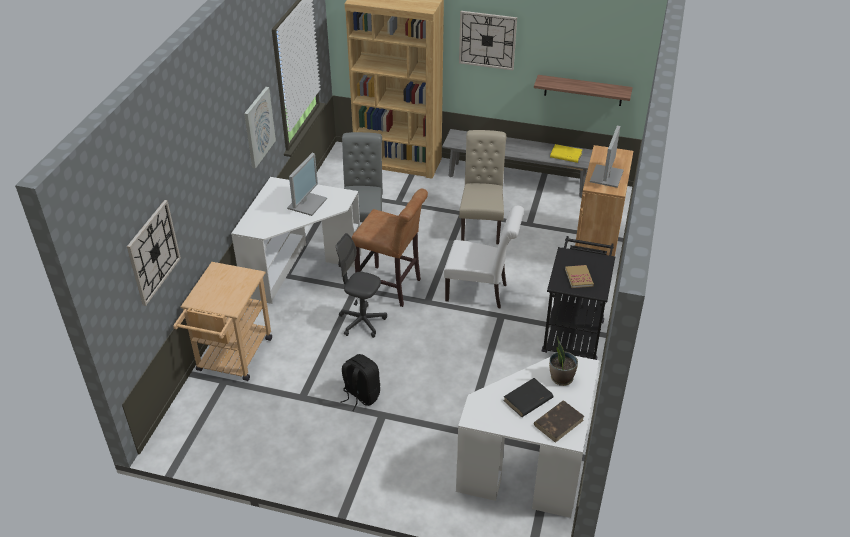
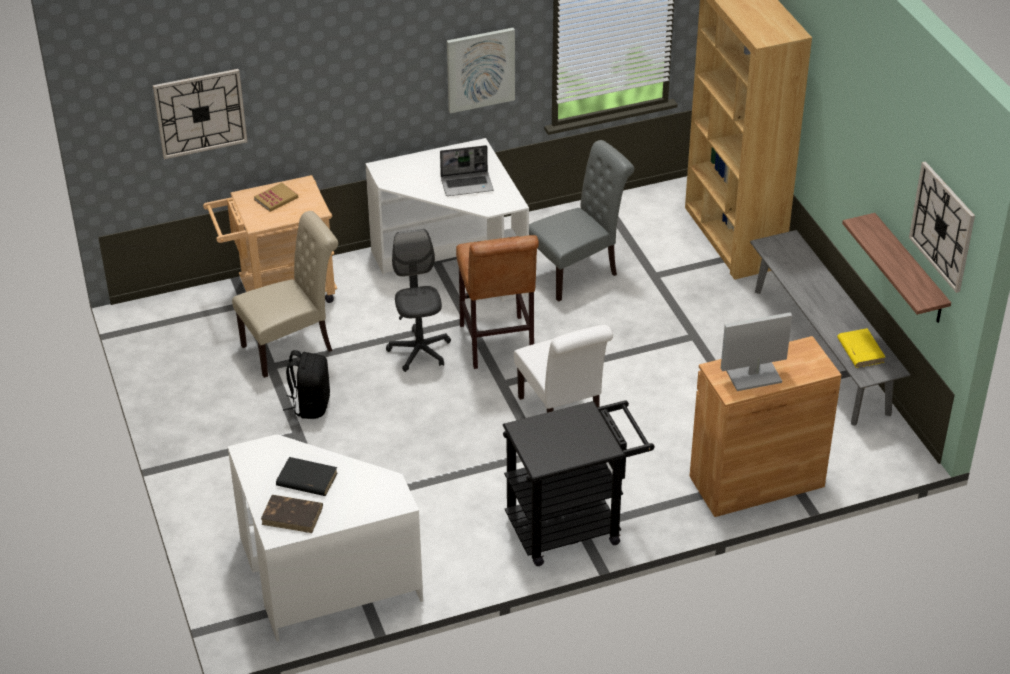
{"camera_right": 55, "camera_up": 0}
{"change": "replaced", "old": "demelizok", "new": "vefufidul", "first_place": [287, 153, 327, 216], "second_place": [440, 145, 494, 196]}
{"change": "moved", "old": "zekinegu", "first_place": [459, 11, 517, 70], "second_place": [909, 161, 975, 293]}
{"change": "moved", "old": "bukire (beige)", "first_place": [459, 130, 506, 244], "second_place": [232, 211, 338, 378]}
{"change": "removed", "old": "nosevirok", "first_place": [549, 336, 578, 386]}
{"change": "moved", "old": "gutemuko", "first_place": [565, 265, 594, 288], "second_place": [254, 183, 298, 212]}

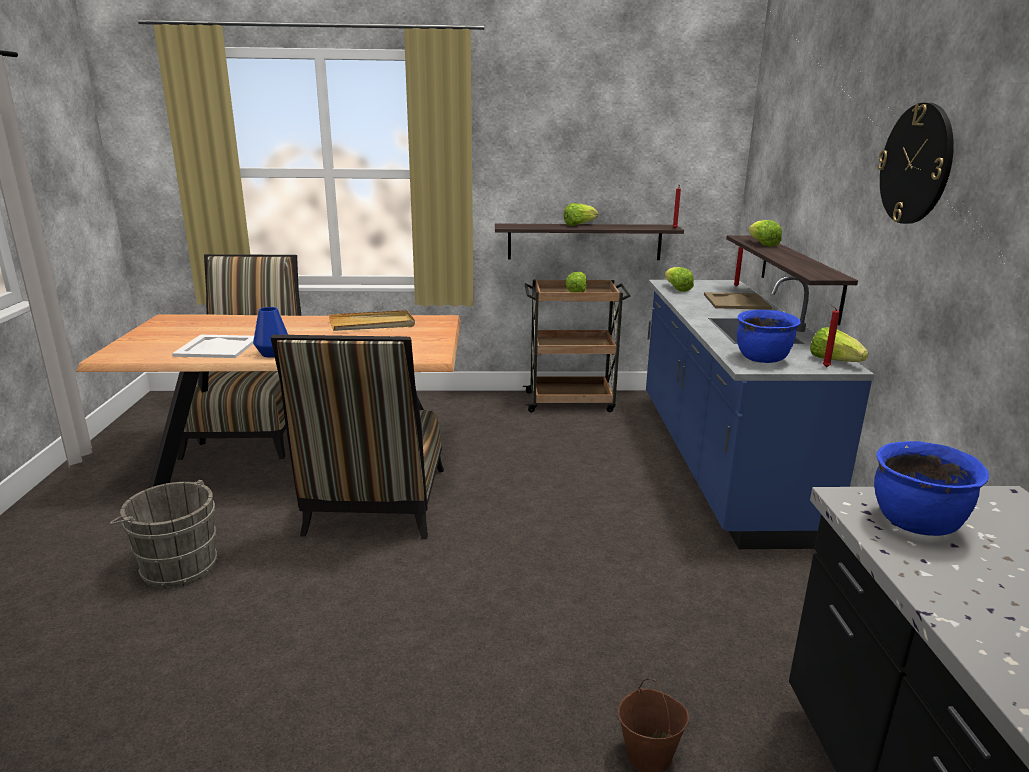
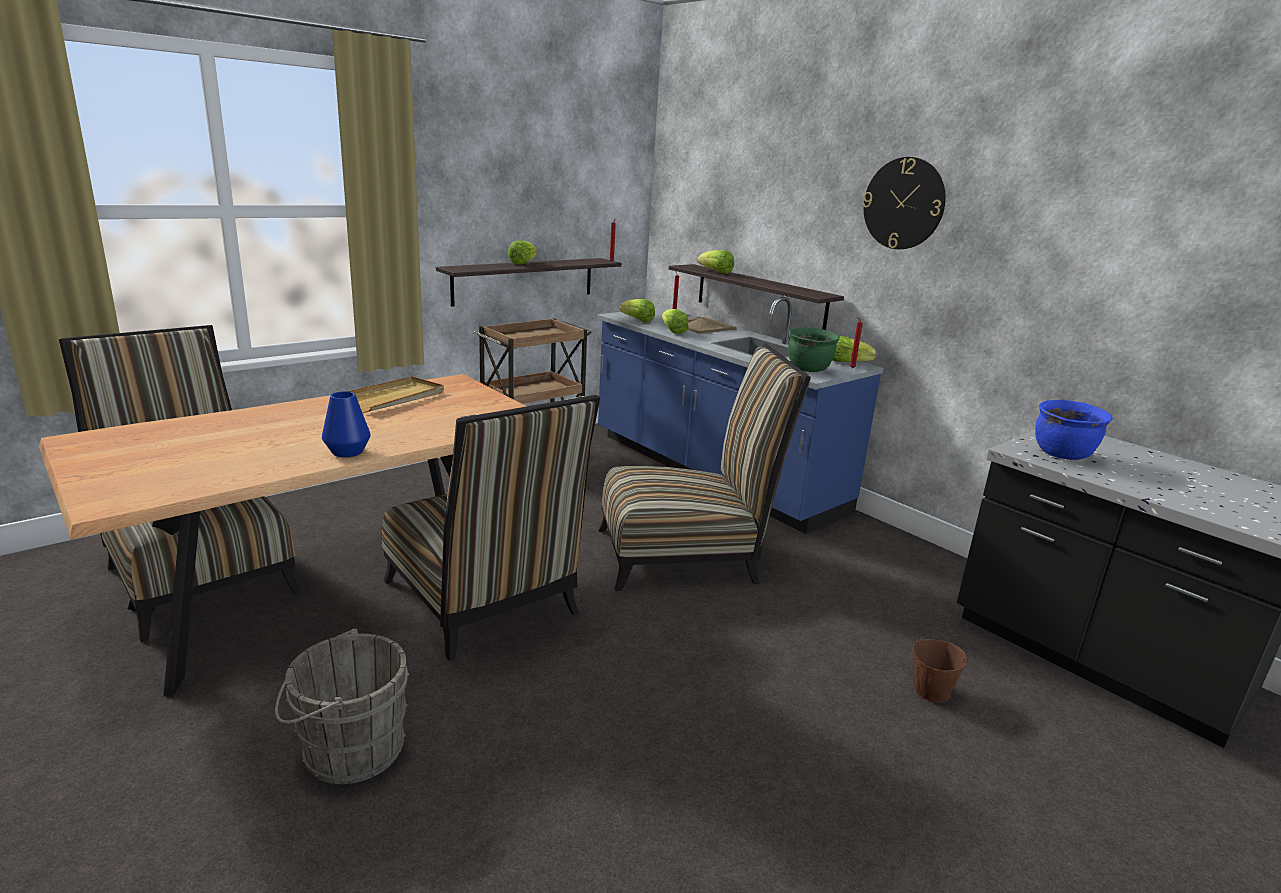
{"camera_right": -40, "camera_up": 0}
{"change": "removed", "old": "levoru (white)", "first_place": [172, 335, 254, 358]}
{"change": "moved", "old": "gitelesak", "first_place": [565, 272, 587, 292], "second_place": [662, 309, 688, 334]}
{"change": "recoloured", "old": "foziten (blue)", "new": "foziten (green)", "first_place": [737, 309, 801, 363], "second_place": [788, 327, 840, 372]}
{"change": "added", "new": "bukire", "second_place": [598, 343, 811, 591]}

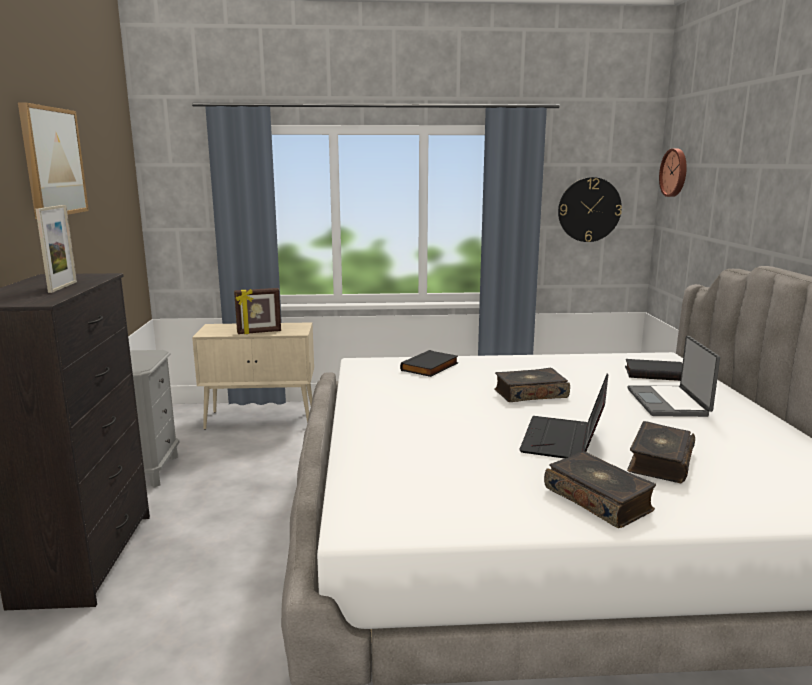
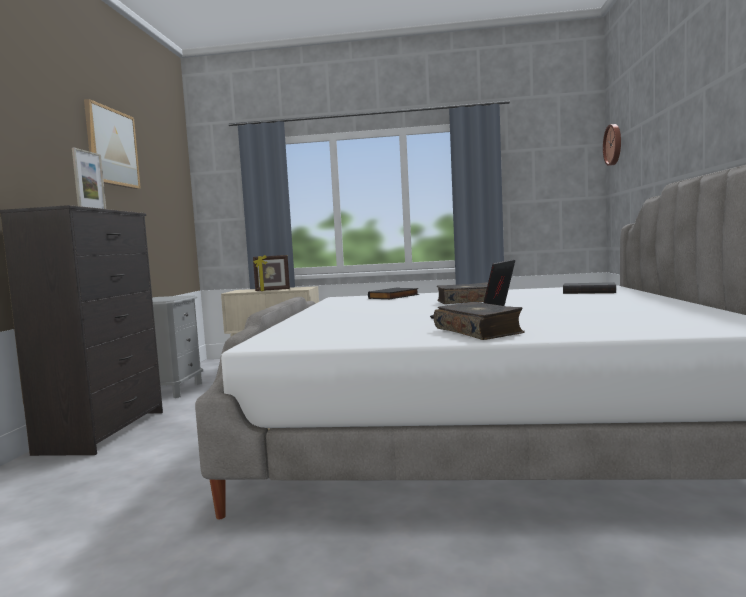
{"camera_right": 10, "camera_up": -10}
{"change": "removed", "old": "zekinegu", "first_place": [558, 177, 622, 242]}
{"change": "removed", "old": "vefufidul", "first_place": [627, 336, 720, 417]}
{"change": "removed", "old": "gutemuko", "first_place": [627, 421, 695, 483]}

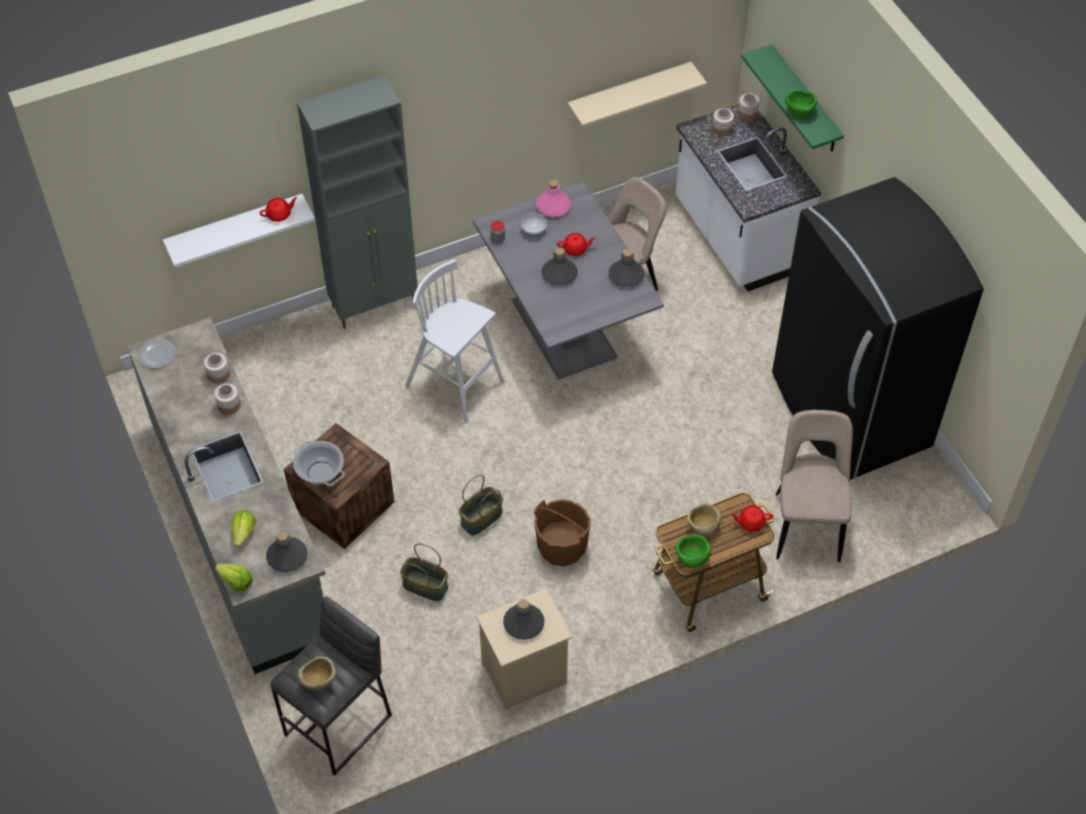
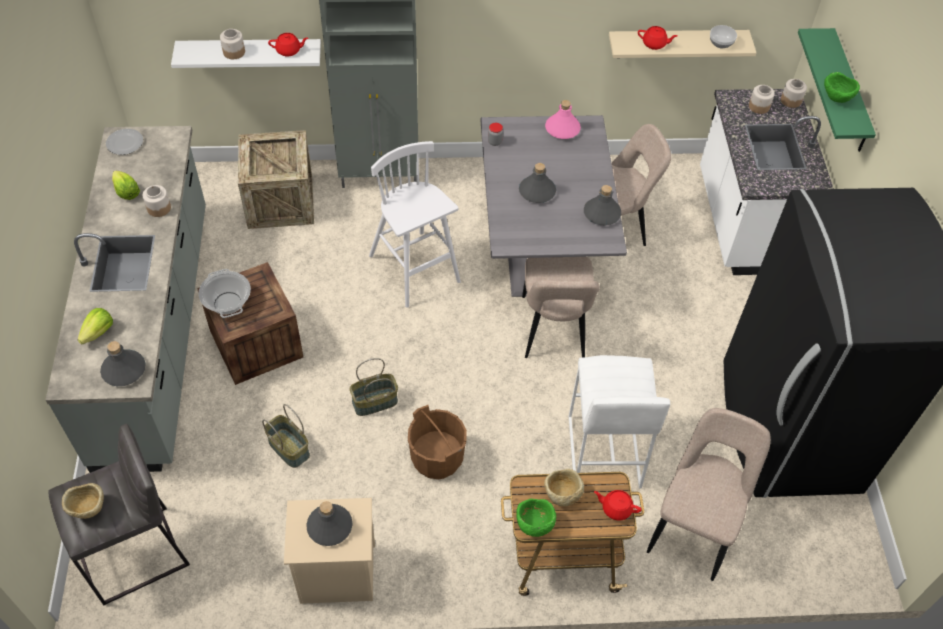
{"camera_right": 20, "camera_up": 0}
{"change": "moved", "old": "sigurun", "first_place": [204, 353, 230, 384], "second_place": [220, 29, 245, 59]}
{"change": "moved", "old": "gitelesak", "first_place": [215, 564, 253, 591], "second_place": [112, 170, 140, 200]}
{"change": "moved", "old": "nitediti", "first_place": [521, 213, 547, 237], "second_place": [710, 25, 737, 48]}
{"change": "moved", "old": "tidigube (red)", "first_place": [557, 233, 596, 256], "second_place": [638, 26, 677, 50]}
{"change": "added", "new": "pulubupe", "second_place": [238, 130, 314, 229]}
{"change": "added", "new": "bukire (beige)", "second_place": [522, 257, 600, 358]}
{"change": "added", "new": "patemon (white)", "second_place": [569, 355, 670, 489]}

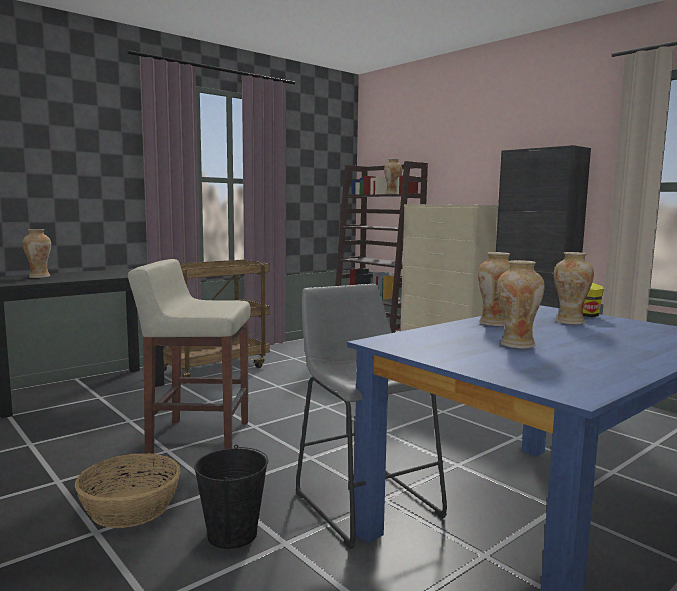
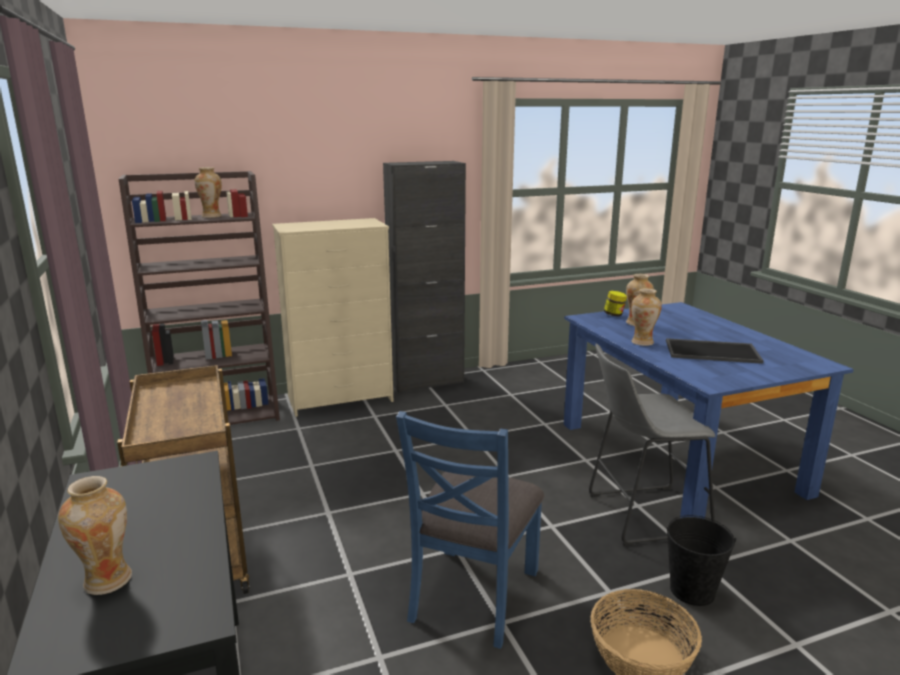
{"camera_right": -70, "camera_up": 10}
{"change": "replaced", "old": "patemon (beige)", "new": "bukire (blue)", "first_place": [128, 259, 250, 454], "second_place": [396, 411, 544, 649]}
{"change": "replaced", "old": "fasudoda", "new": "levoru", "first_place": [497, 260, 544, 349], "second_place": [666, 338, 764, 364]}

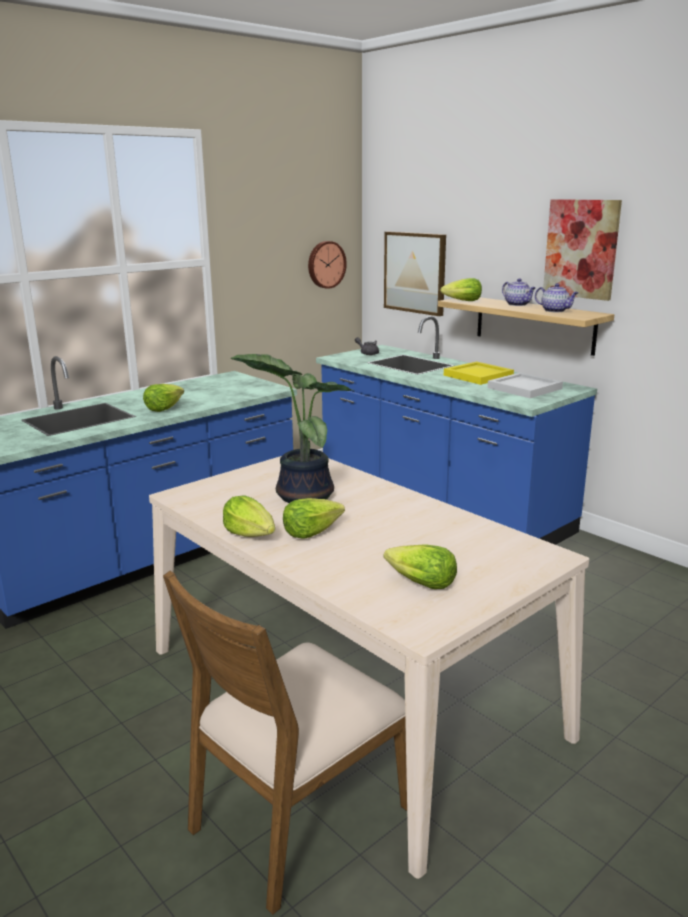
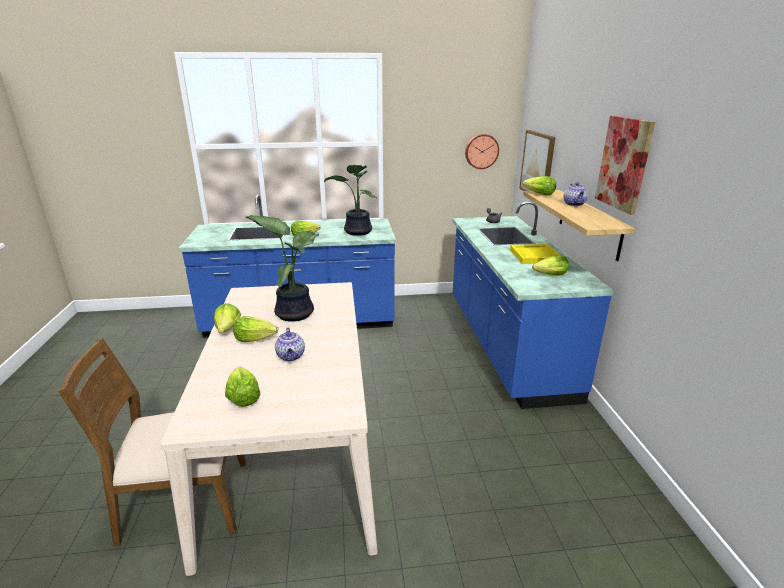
{"camera_right": 35, "camera_up": 5}
{"change": "replaced", "old": "levoru (white)", "new": "gitelesak", "first_place": [487, 373, 563, 398], "second_place": [532, 255, 569, 275]}
{"change": "moved", "old": "tidigube", "first_place": [535, 283, 578, 312], "second_place": [275, 327, 305, 361]}
{"change": "added", "new": "nosevirok", "second_place": [324, 165, 378, 236]}

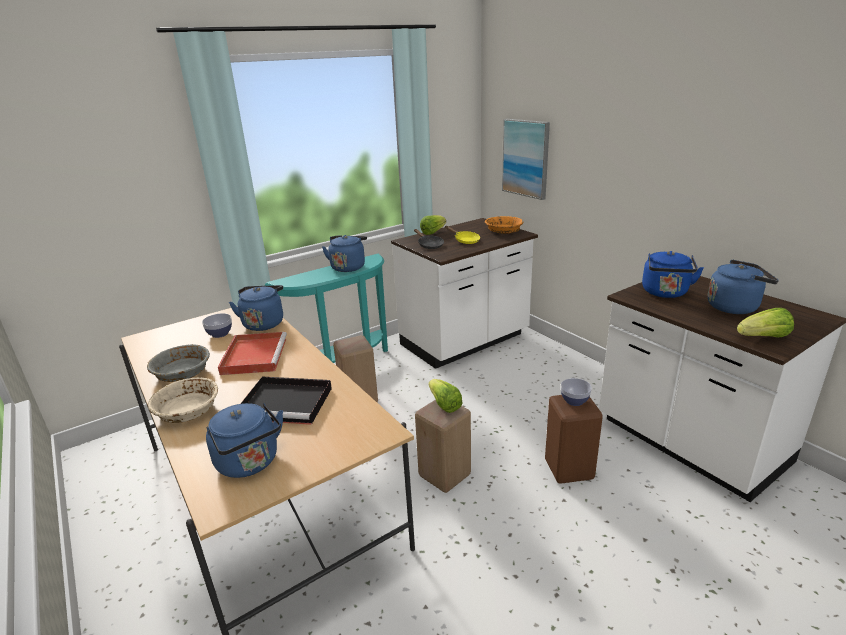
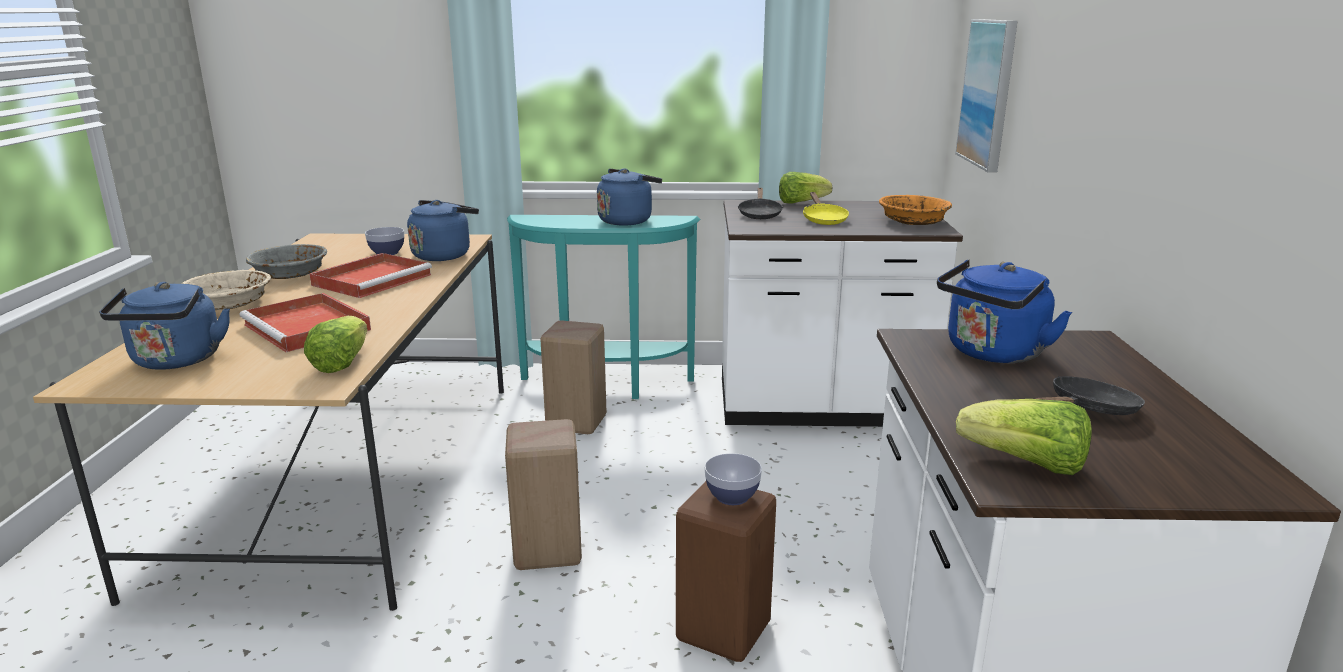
{"camera_right": 35, "camera_up": -5}
{"change": "recoloured", "old": "levoru (black)", "new": "levoru (red)", "first_place": [240, 376, 332, 425], "second_place": [239, 293, 371, 352]}
{"change": "moved", "old": "gitelesak", "first_place": [429, 379, 463, 413], "second_place": [304, 316, 367, 373]}
{"change": "replaced", "old": "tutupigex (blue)", "new": "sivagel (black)", "first_place": [708, 260, 779, 314], "second_place": [1036, 376, 1145, 415]}

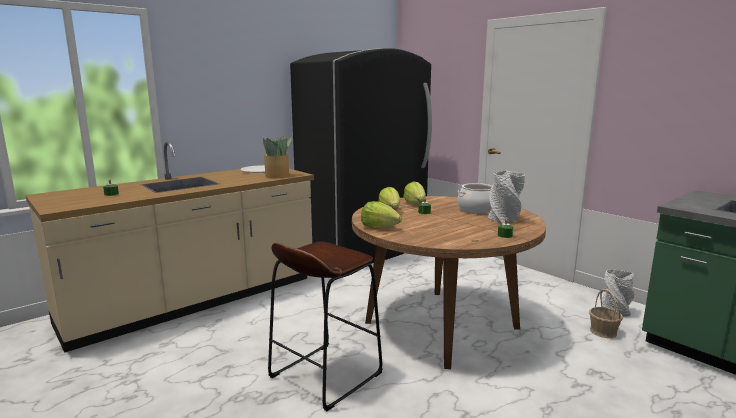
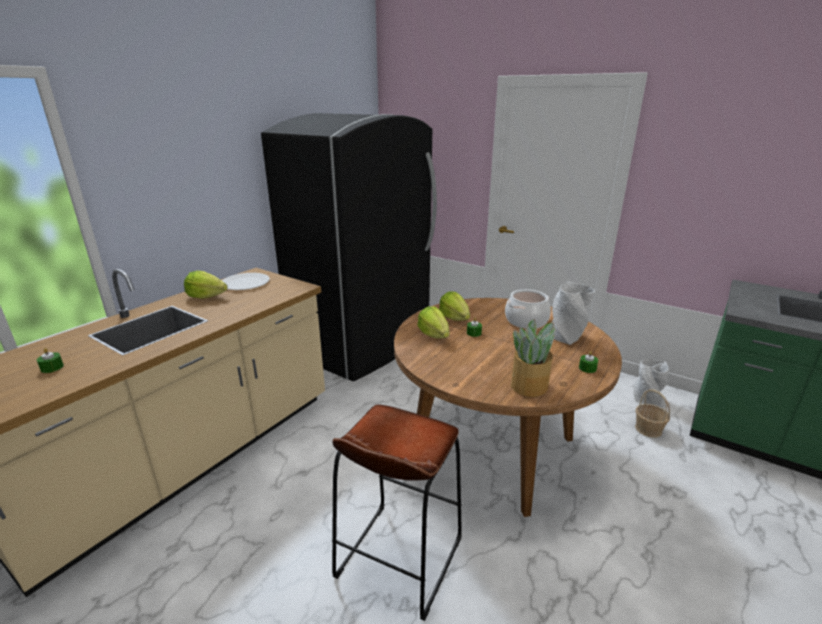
{"camera_right": -15, "camera_up": 10}
{"change": "moved", "old": "nosevirok", "first_place": [263, 136, 292, 178], "second_place": [511, 319, 556, 397]}
{"change": "moved", "old": "gitelesak", "first_place": [361, 201, 402, 229], "second_place": [184, 271, 228, 299]}

